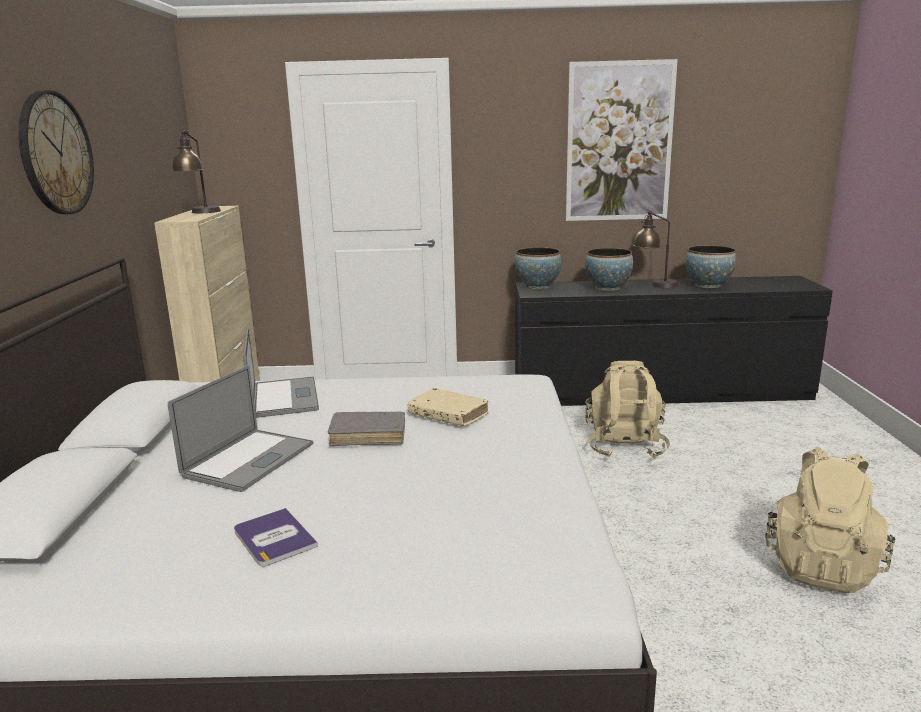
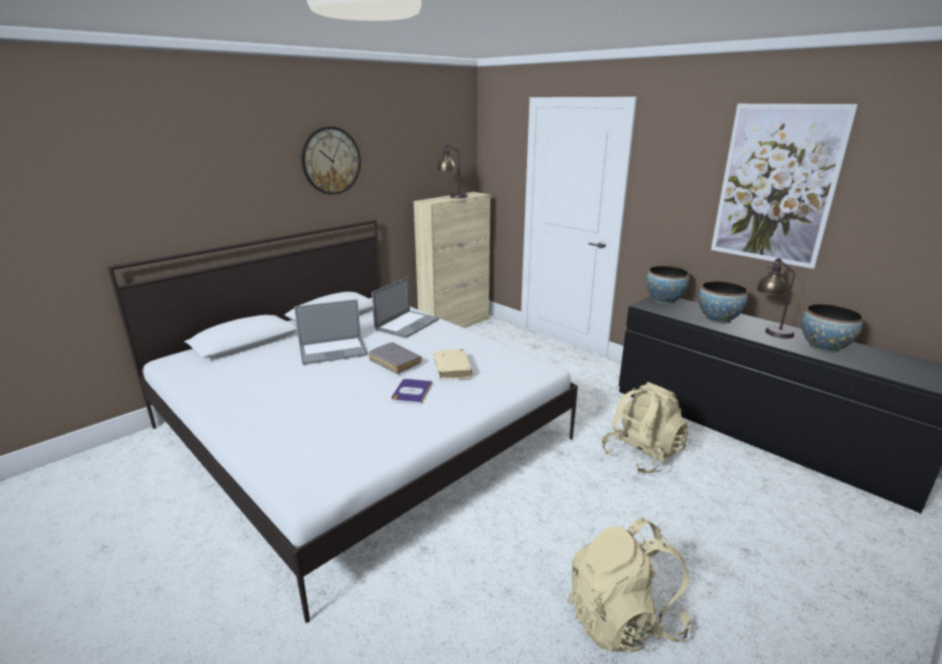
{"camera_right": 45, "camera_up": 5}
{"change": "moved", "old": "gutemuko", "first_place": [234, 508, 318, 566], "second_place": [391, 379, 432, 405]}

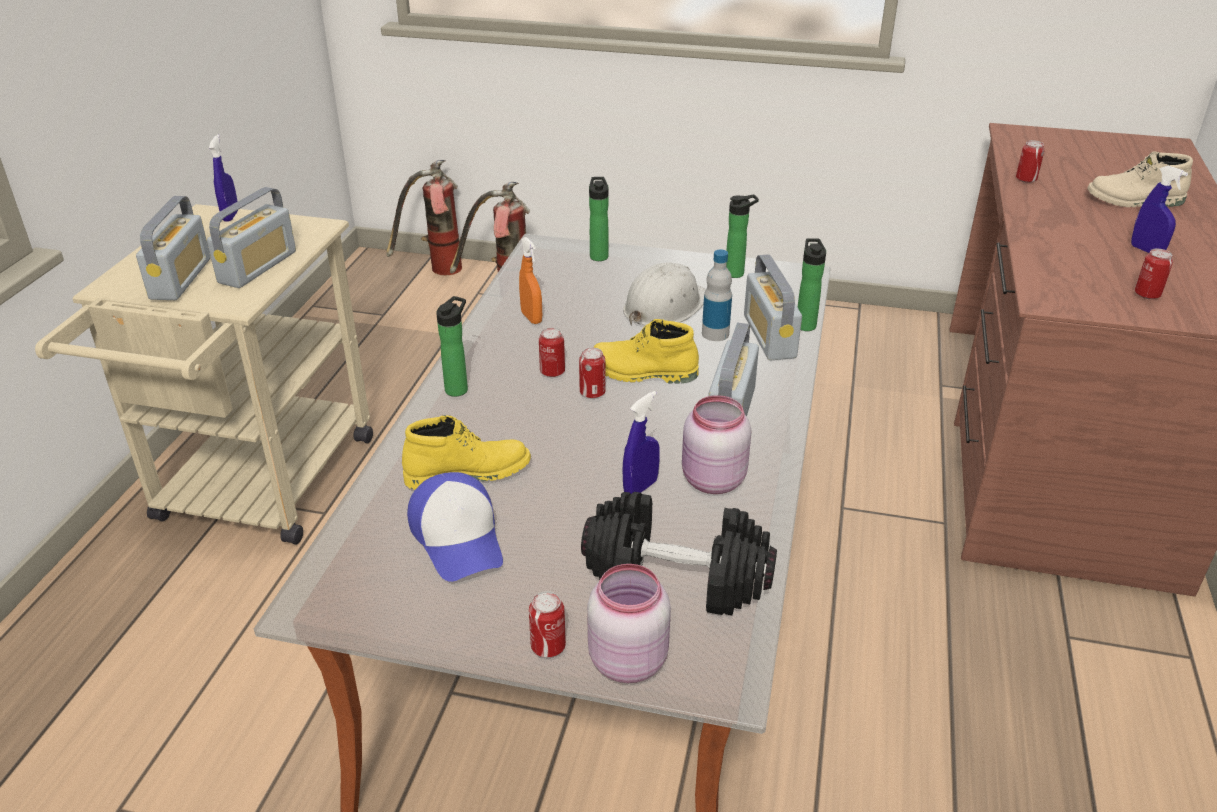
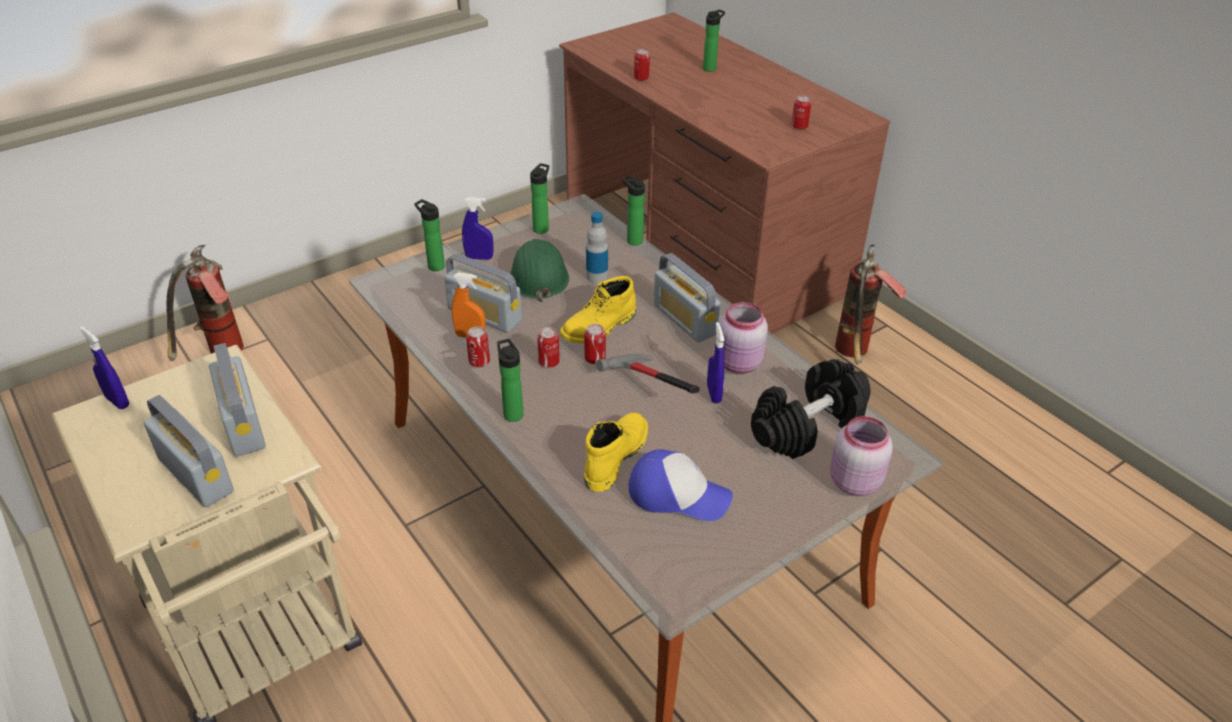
{"camera_right": -50, "camera_up": 5}
{"change": "moved", "old": "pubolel", "first_place": [386, 160, 462, 275], "second_place": [835, 245, 906, 365]}
{"change": "moved", "old": "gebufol", "first_place": [529, 591, 566, 657], "second_place": [466, 326, 490, 367]}
{"change": "recoloured", "old": "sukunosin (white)", "new": "sukunosin (green)", "first_place": [623, 262, 706, 326], "second_place": [510, 239, 569, 302]}
{"change": "moved", "old": "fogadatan", "first_place": [744, 254, 802, 360], "second_place": [444, 254, 522, 333]}
{"change": "replaced", "old": "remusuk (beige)", "new": "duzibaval", "first_place": [1087, 152, 1193, 207], "second_place": [703, 9, 725, 72]}
{"change": "moved", "old": "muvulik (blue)", "first_place": [1131, 166, 1188, 253], "second_place": [462, 197, 494, 260]}
{"change": "added", "new": "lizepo", "second_place": [596, 354, 700, 394]}

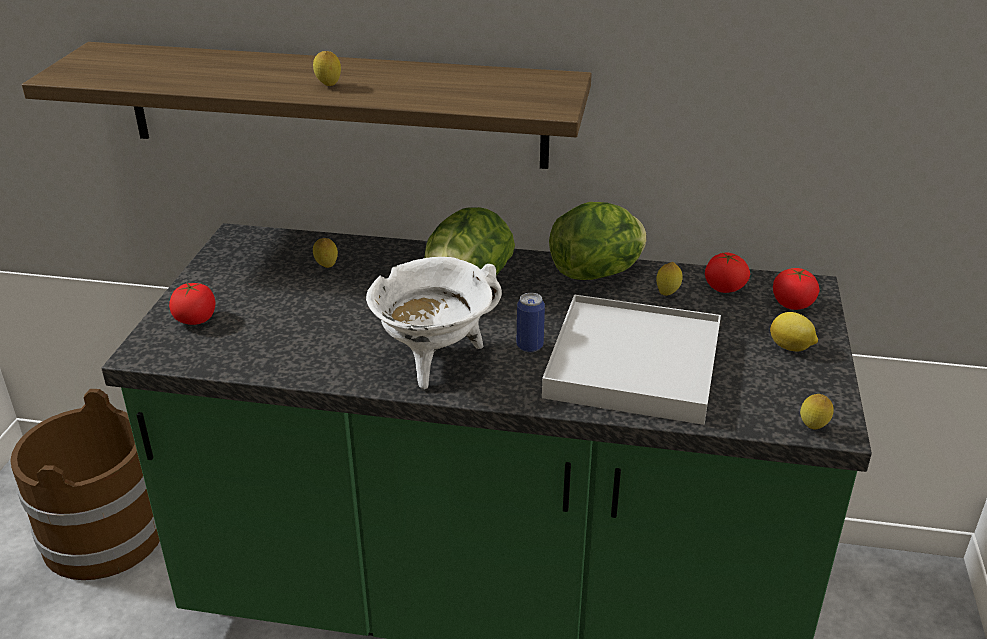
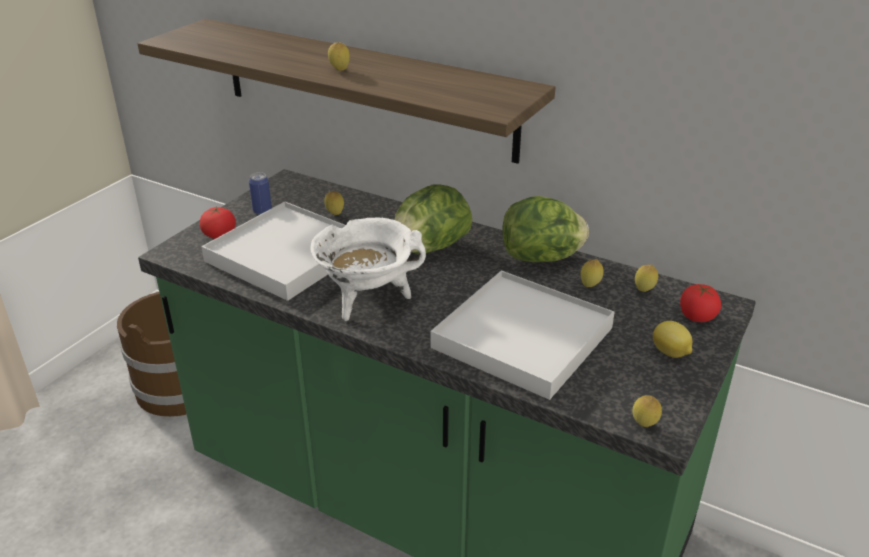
{"camera_right": 20, "camera_up": 0}
{"change": "moved", "old": "gebufol", "first_place": [517, 293, 545, 352], "second_place": [249, 172, 272, 215]}
{"change": "replaced", "old": "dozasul", "new": "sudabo", "first_place": [705, 252, 750, 293], "second_place": [635, 265, 658, 292]}
{"change": "added", "new": "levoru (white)", "second_place": [201, 201, 345, 301]}

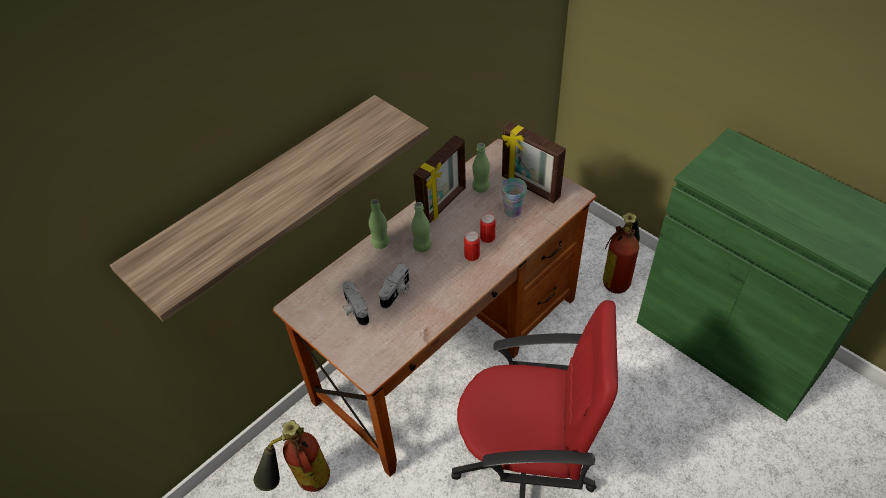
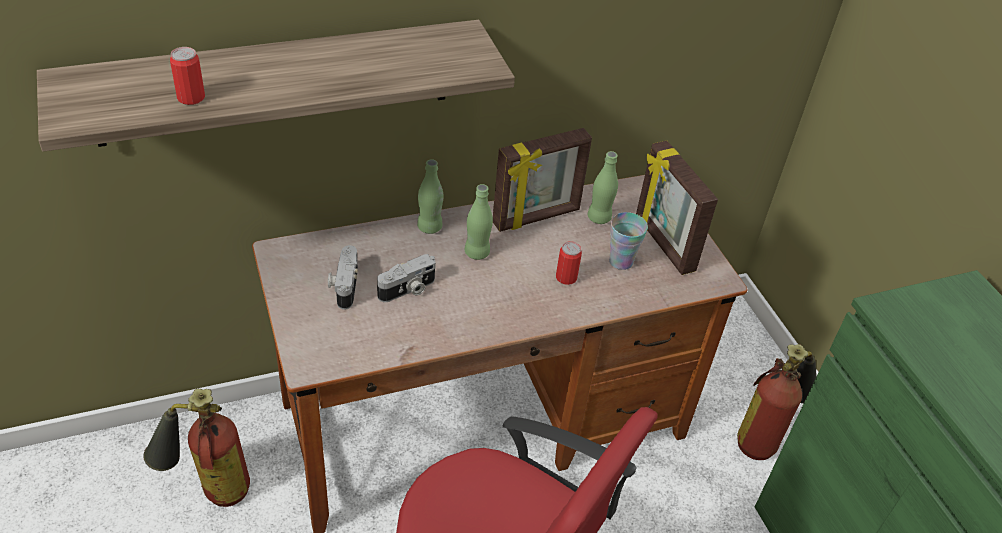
{"camera_right": 20, "camera_up": -5}
{"change": "moved", "old": "gebufol", "first_place": [464, 231, 480, 261], "second_place": [170, 47, 205, 105]}

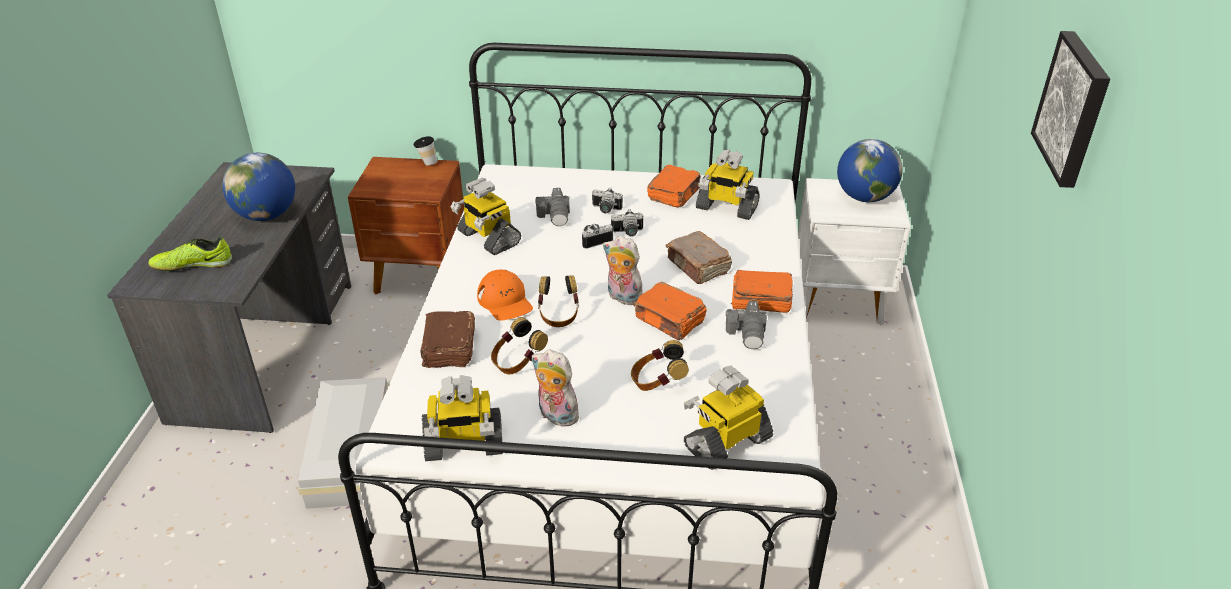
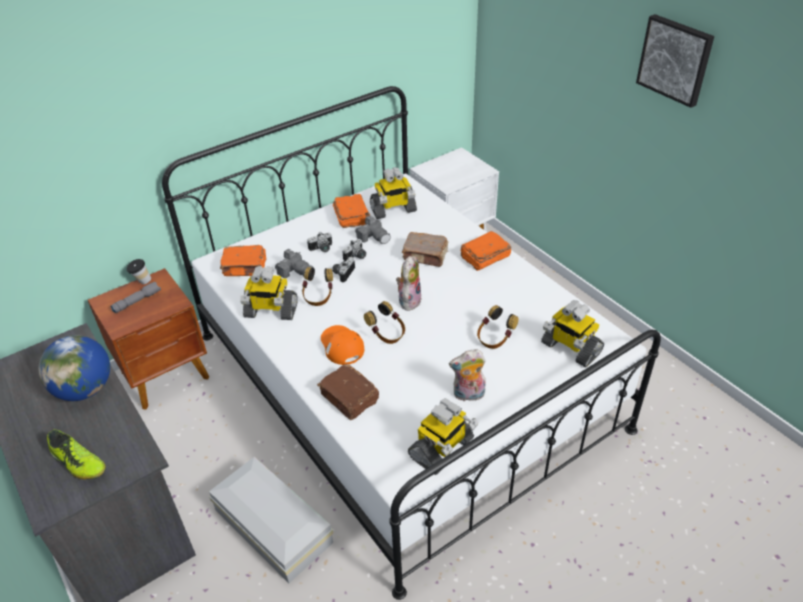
{"camera_right": -40, "camera_up": 5}
{"change": "turned", "old": "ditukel", "first_place": [148, 236, 233, 271], "second_place": [47, 429, 106, 480], "degrees": -90}
{"change": "turned", "old": "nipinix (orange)", "first_place": [477, 270, 533, 321], "second_place": [321, 325, 364, 365], "degrees": -135}
{"change": "moved", "old": "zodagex", "first_place": [491, 317, 548, 374], "second_place": [302, 267, 333, 306]}
{"change": "turned", "old": "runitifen", "first_place": [603, 236, 642, 305], "second_place": [396, 256, 422, 311], "degrees": 120}
{"change": "moved", "old": "gutemuko (orange)", "first_place": [633, 282, 707, 340], "second_place": [220, 245, 267, 276]}
{"change": "turned", "old": "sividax", "first_place": [684, 365, 773, 470], "second_place": [541, 300, 604, 367], "degrees": -60}
{"change": "moved", "old": "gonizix", "first_place": [726, 301, 768, 349], "second_place": [355, 215, 391, 244]}
{"change": "removed", "old": "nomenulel", "first_place": [837, 139, 903, 202]}
{"change": "added", "new": "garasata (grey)", "second_place": [111, 282, 161, 313]}

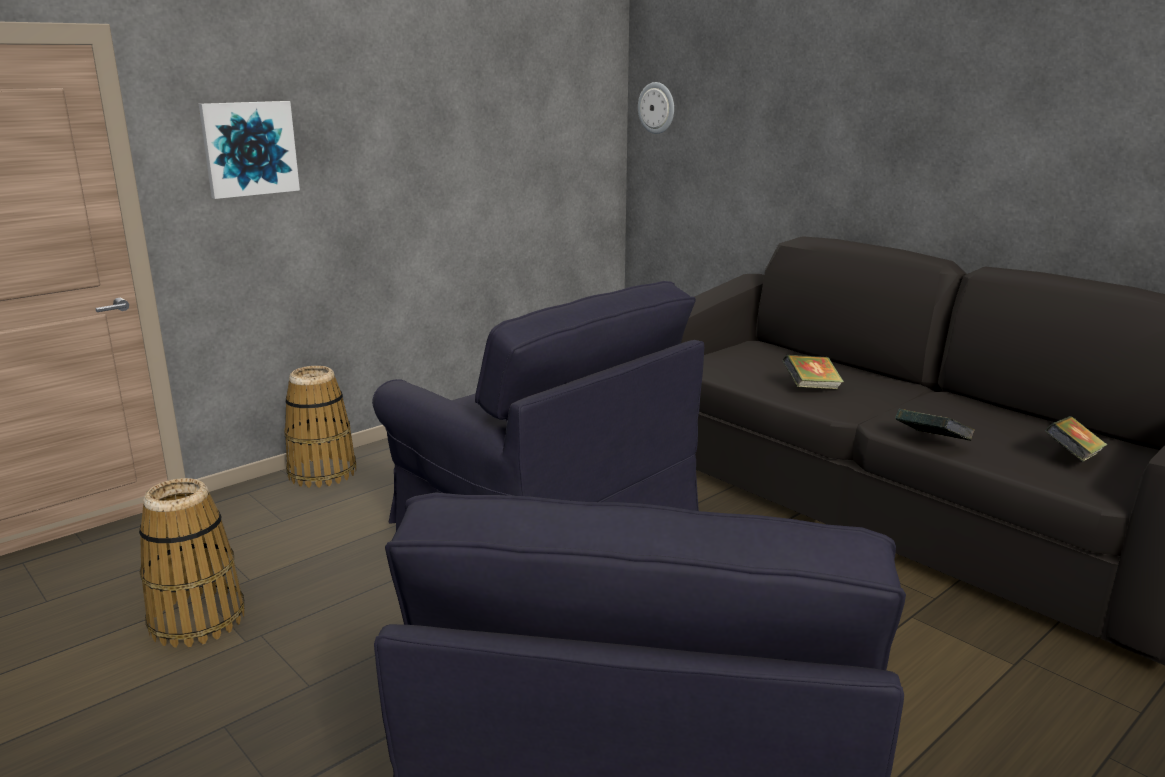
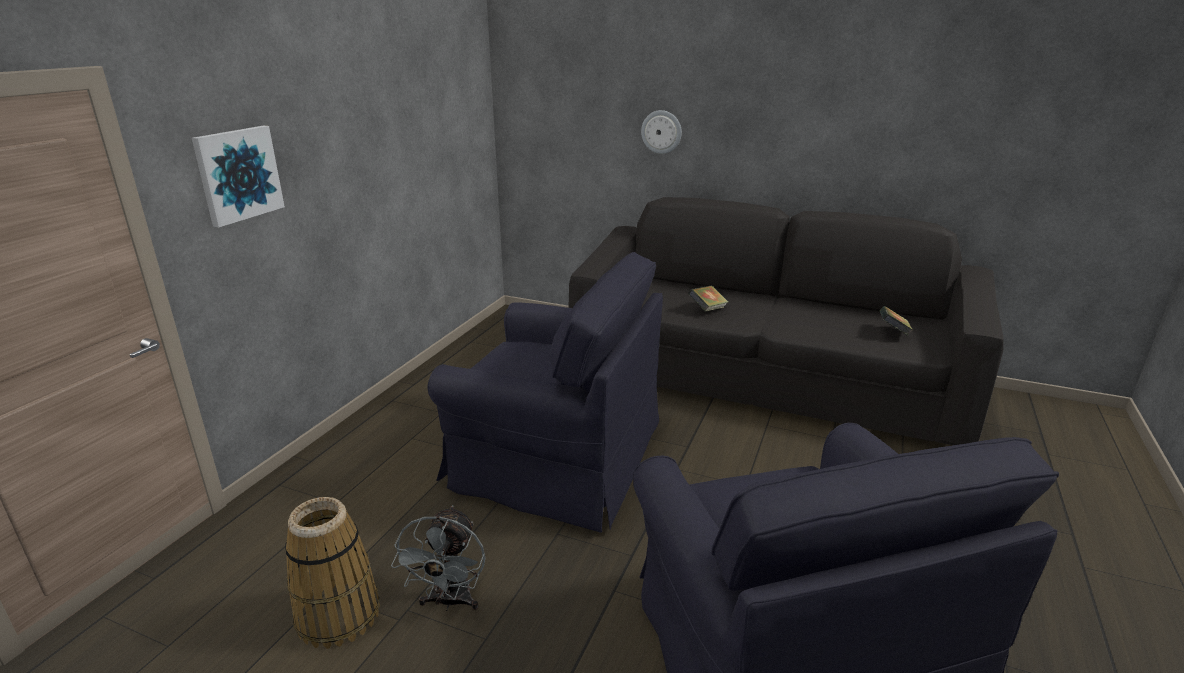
{"camera_right": -25, "camera_up": 5}
{"change": "removed", "old": "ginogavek", "first_place": [284, 366, 356, 488]}
{"change": "moved", "old": "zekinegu", "first_place": [638, 82, 674, 134], "second_place": [641, 110, 682, 154]}
{"change": "removed", "old": "gutemuko", "first_place": [895, 409, 974, 441]}
{"change": "added", "new": "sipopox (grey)", "second_place": [391, 505, 485, 611]}

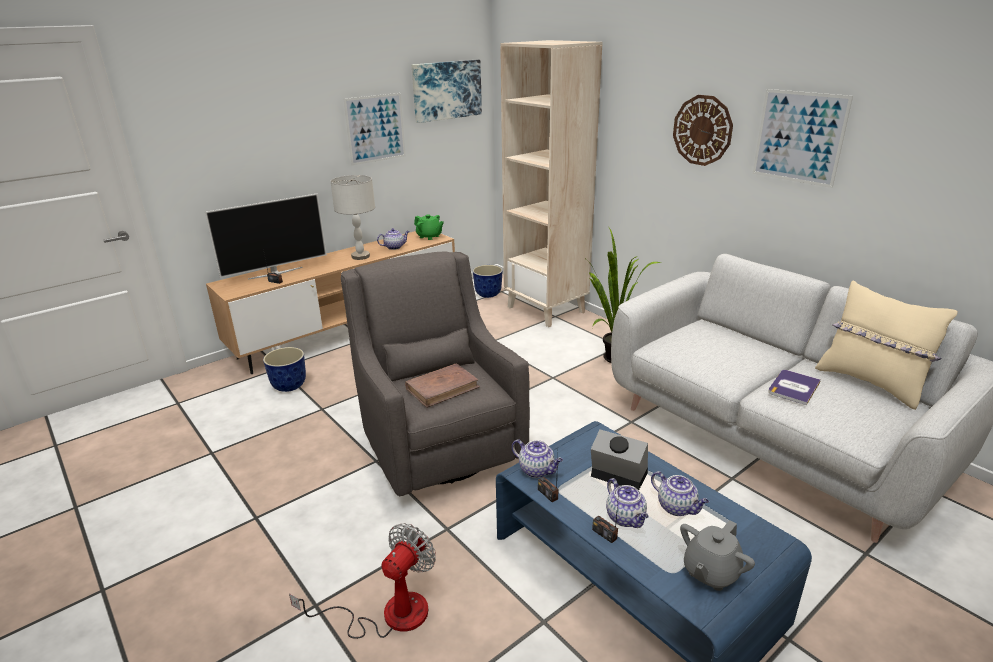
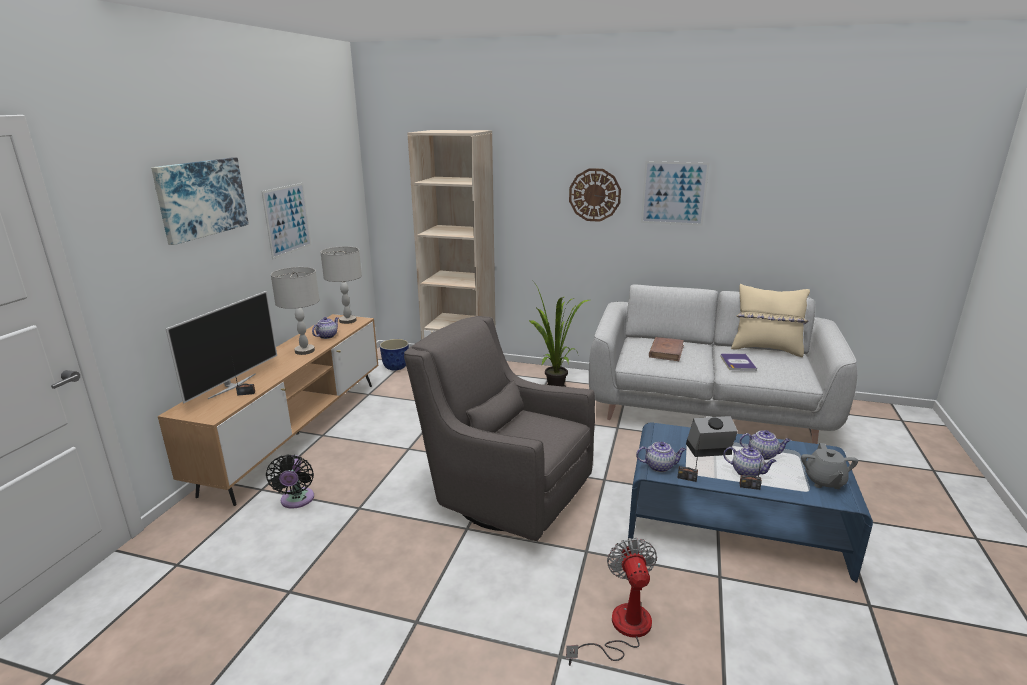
{"camera_right": -35, "camera_up": -5}
{"change": "replaced", "old": "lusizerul", "new": "sipopox (black)", "first_place": [263, 347, 306, 392], "second_place": [266, 454, 314, 508]}
{"change": "moved", "old": "gutemuko (brown)", "first_place": [405, 363, 480, 408], "second_place": [649, 337, 684, 361]}
{"change": "moved", "old": "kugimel", "first_place": [412, 60, 482, 123], "second_place": [151, 158, 249, 245]}
{"change": "replaced", "old": "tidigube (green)", "new": "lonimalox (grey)", "first_place": [414, 214, 444, 240], "second_place": [320, 246, 362, 324]}

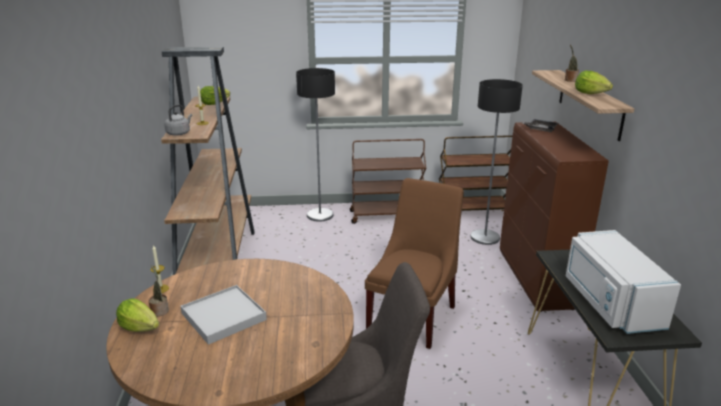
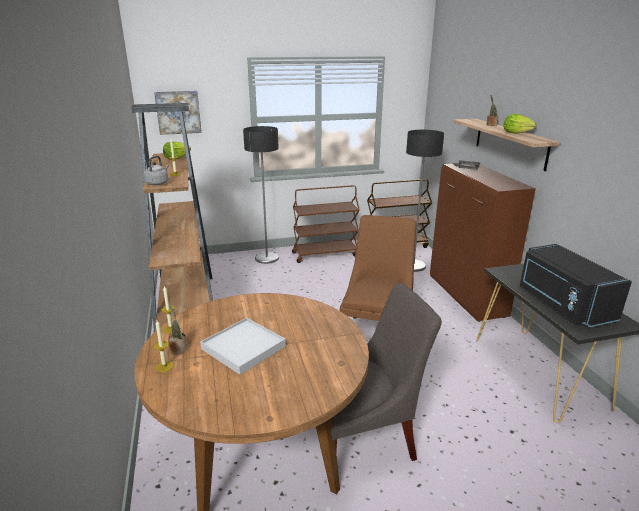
{"camera_right": -10, "camera_up": 0}
{"change": "replaced", "old": "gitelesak", "new": "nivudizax", "first_place": [116, 298, 159, 332], "second_place": [153, 321, 174, 372]}
{"change": "recoloured", "old": "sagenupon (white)", "new": "sagenupon (black)", "first_place": [566, 230, 681, 334], "second_place": [520, 244, 632, 327]}
{"change": "added", "new": "kugimel", "second_place": [154, 91, 202, 135]}

